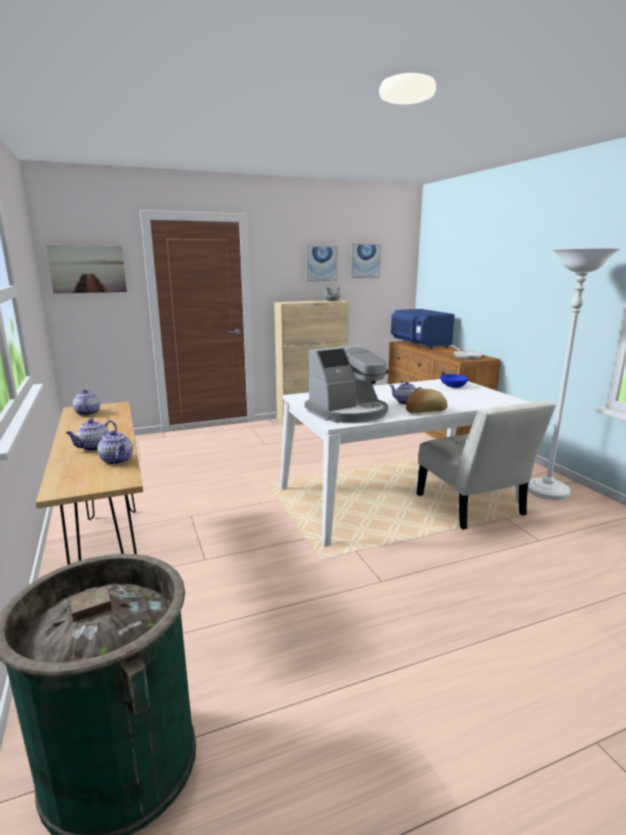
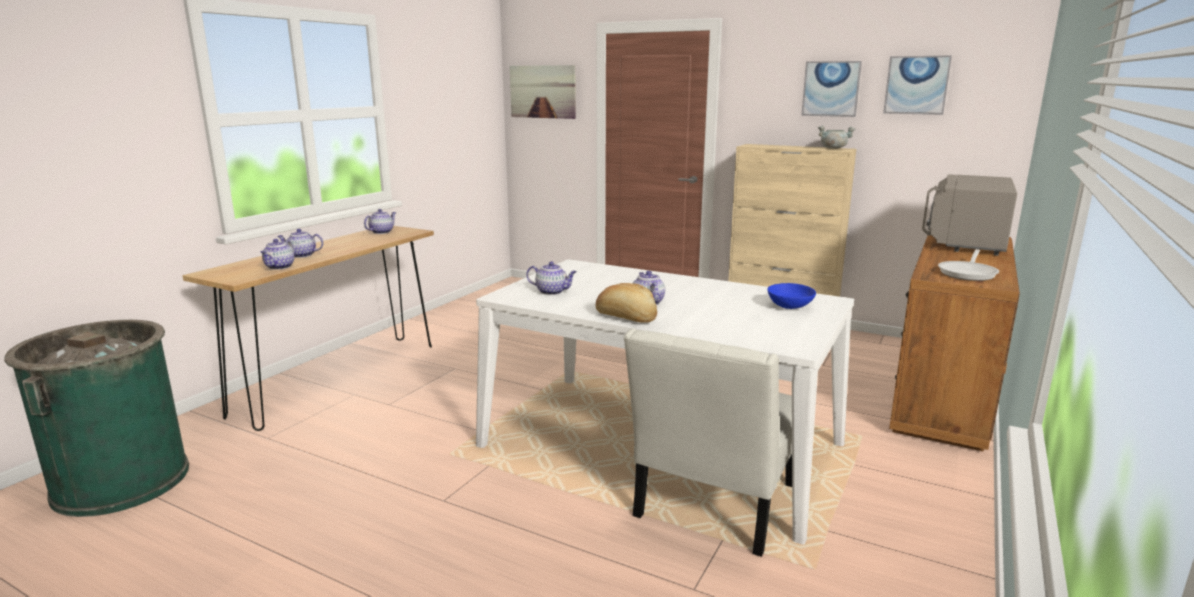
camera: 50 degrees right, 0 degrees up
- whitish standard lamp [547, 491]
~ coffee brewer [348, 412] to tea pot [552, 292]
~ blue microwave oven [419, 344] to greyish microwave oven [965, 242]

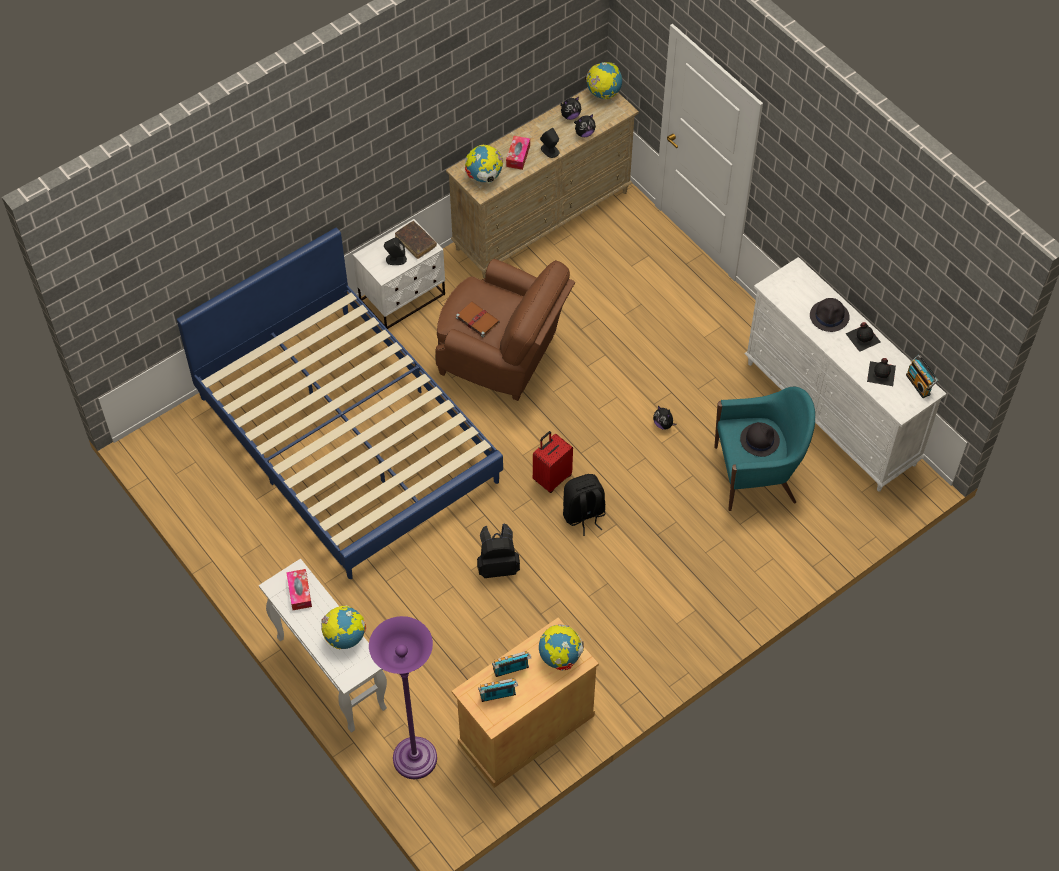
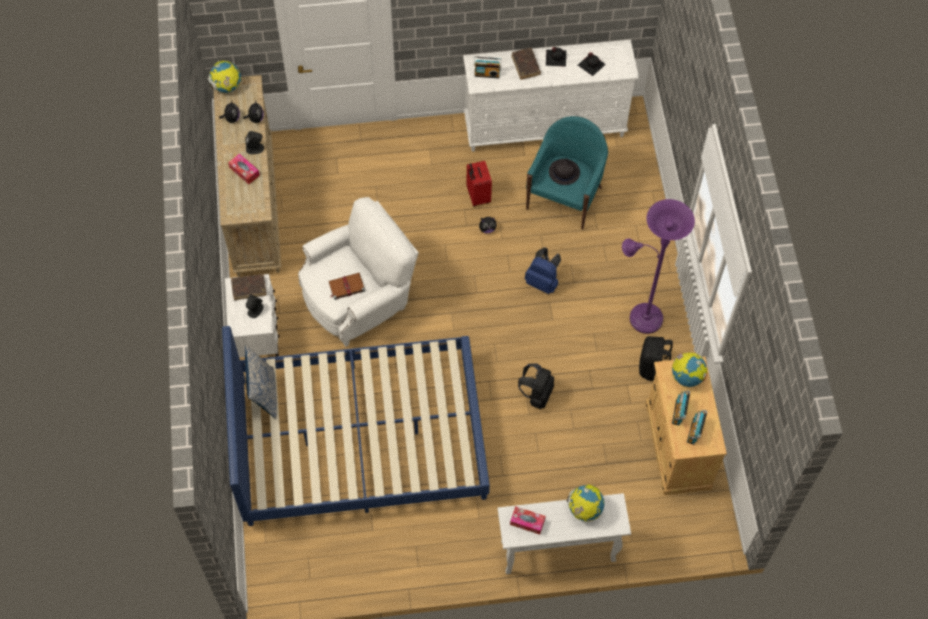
camera: 60 degrees left, 5 degrees up
- world globe [484, 177]
+ pillow [264, 394]
+ blue rucksack [543, 282]
~ purplish standard lamp [415, 752] to [641, 316]
~ red-coloured piece of luggage [552, 478] to [477, 196]
~ black-coloured rucksack [583, 515] to [652, 367]
~ radio [919, 384] to [487, 73]
~ black-coloured clothing hat [829, 316] to brown-coloured book [525, 66]
~ brown-coloured easy chair [503, 356] to whitish easy chair [359, 297]

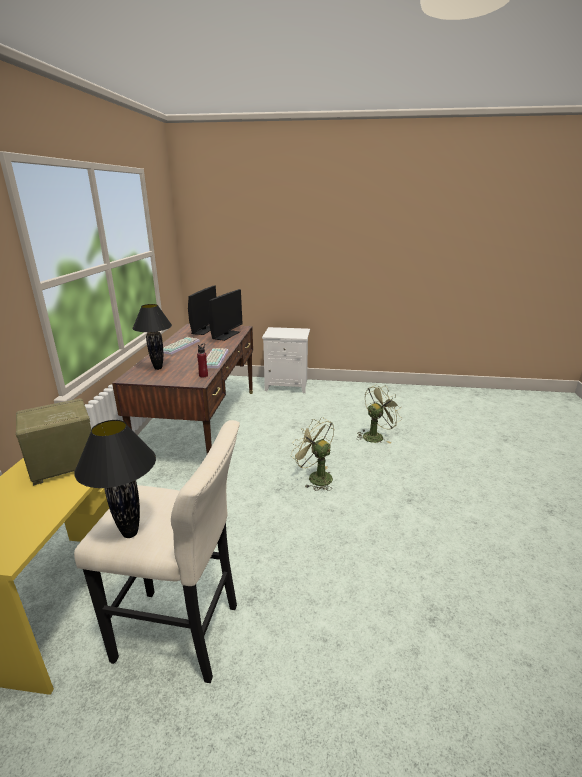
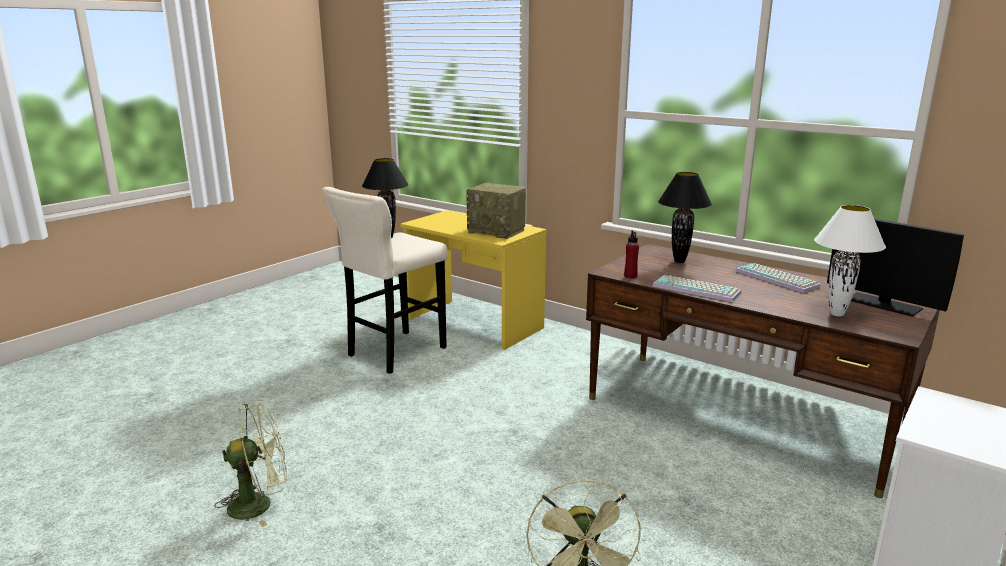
camera: 120 degrees right, 5 degrees down
~ green-coloured electric fan [315, 477] to [260, 504]
~ computer display [226, 335] to whitish lamp for a table [837, 314]
~ radio [63, 465] = [497, 231] 120 degrees clockwise

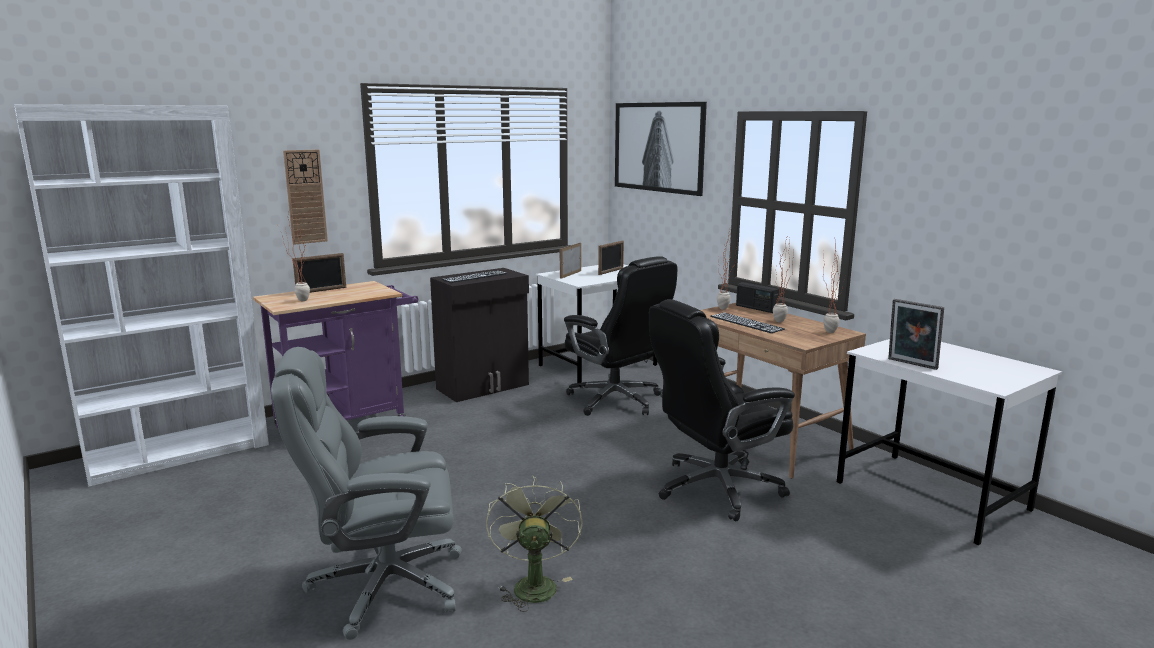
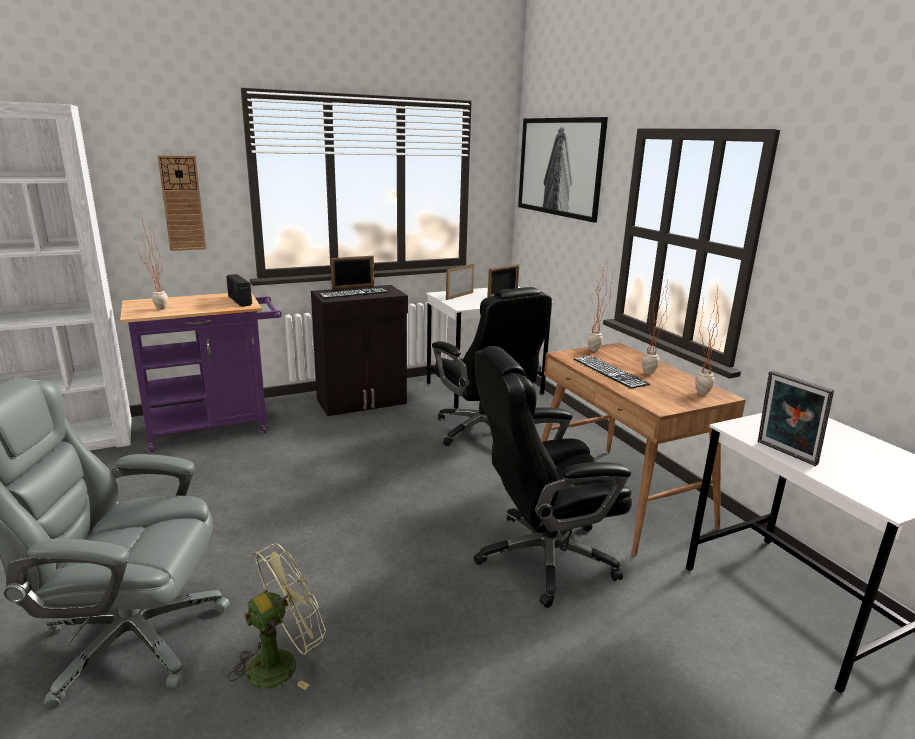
camera: 10 degrees right, 5 degrees up
~ standing frame [321, 290] to [353, 288]
~ radio [756, 308] to [239, 301]
~ green-coloured electric fan [533, 584] = [282, 662] 45 degrees clockwise

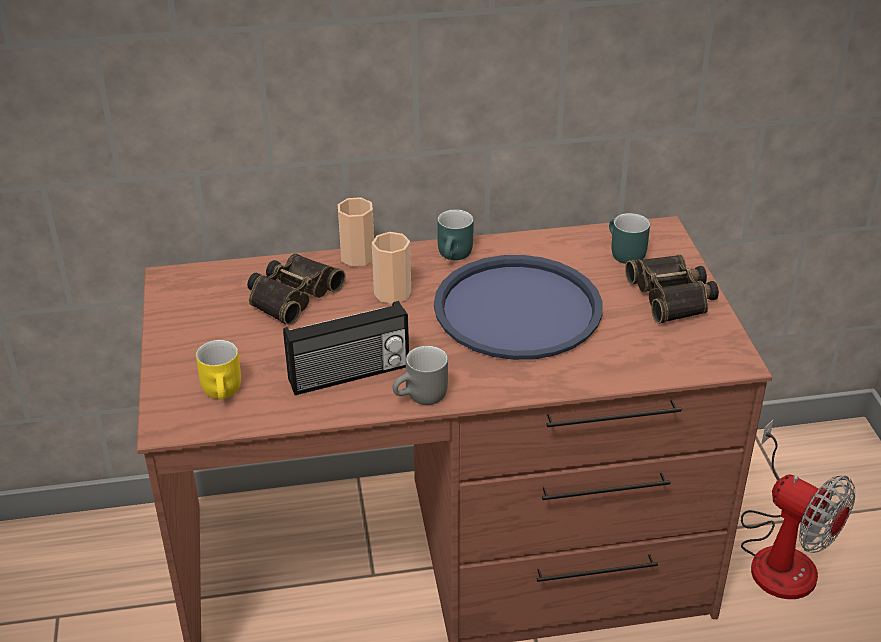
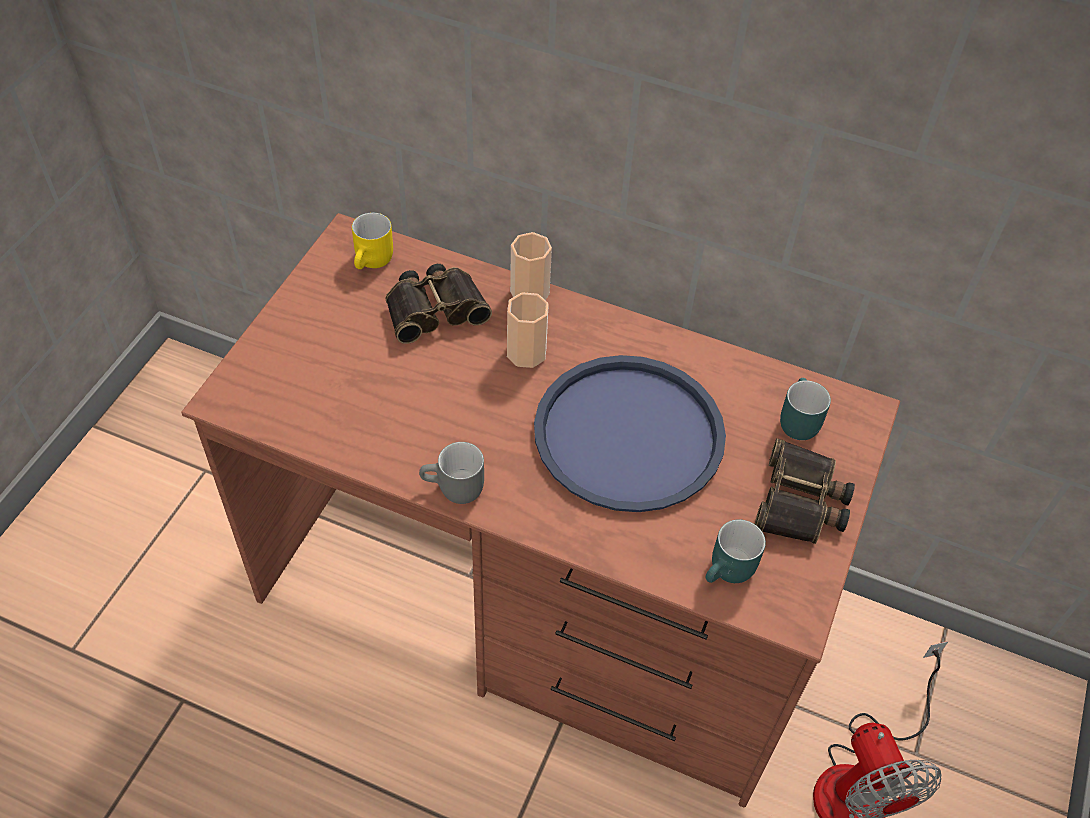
camera: 30 degrees right, 15 degrees up
- radio [350, 375]
~ yellow-coloured tea mug [225, 391] to [374, 262]
~ turquoise tea mug [456, 255] to [730, 573]

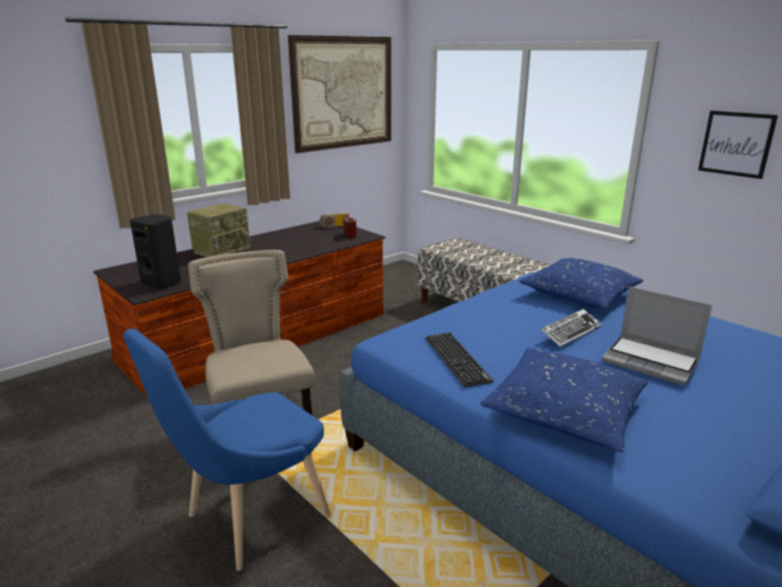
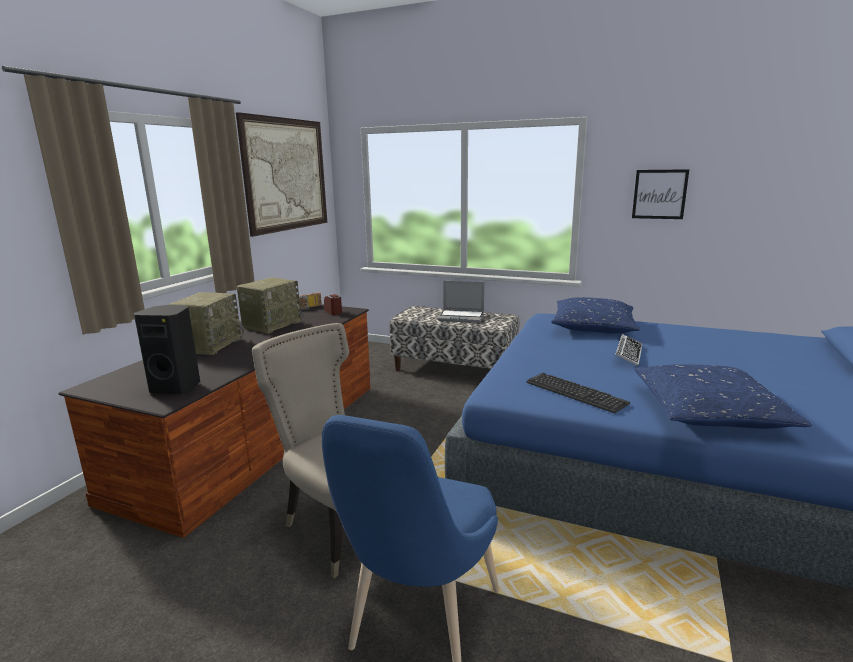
camera: 25 degrees left, 5 degrees down
+ radio [272, 325]
~ laptop [652, 361] to [462, 317]

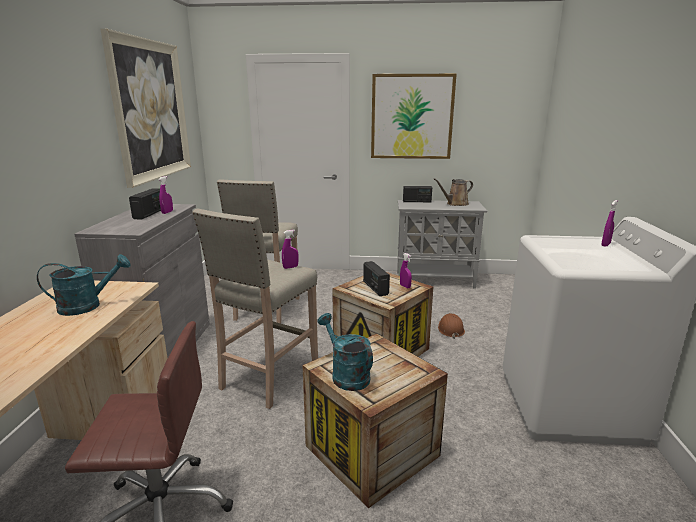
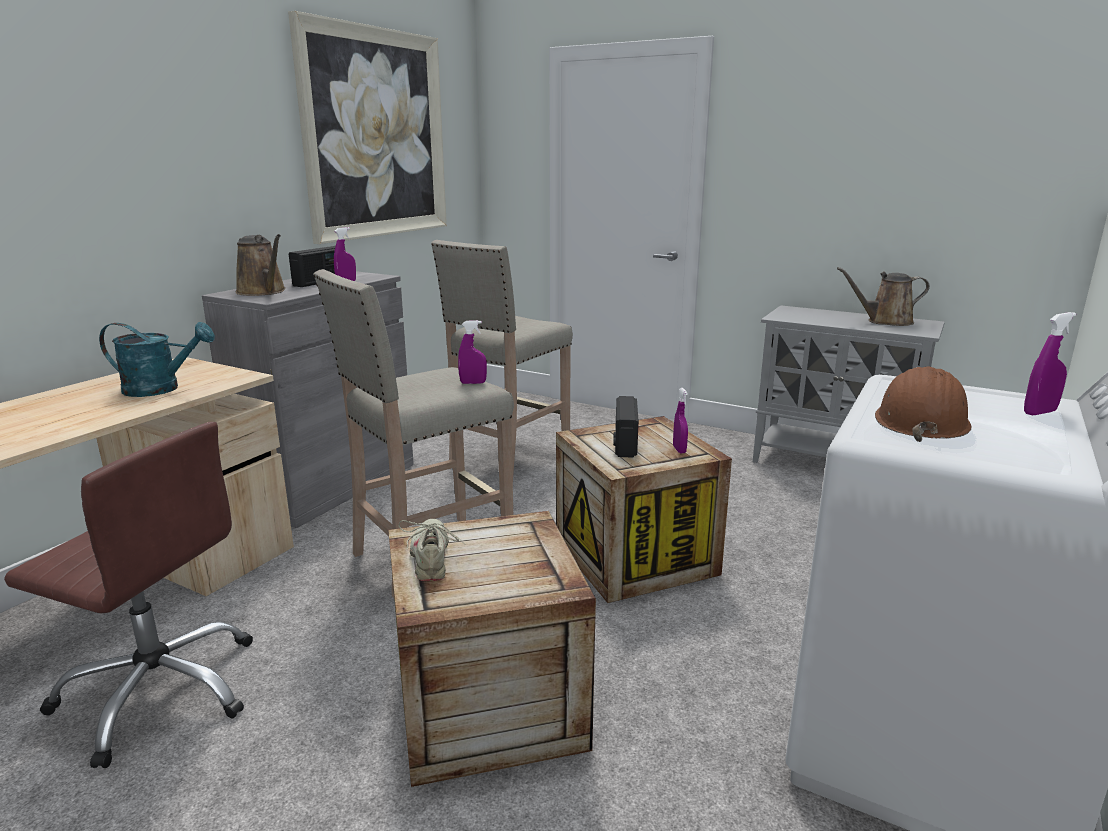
camera: 25 degrees right, 0 degrees up
- wall art [412, 117]
- radio [417, 201]
+ brown-coloured watering pot [263, 292]
~ brown-coloured safety helmet [450, 329] to [920, 421]
~ turquoise watering pot [346, 375] to beige shoe [432, 558]

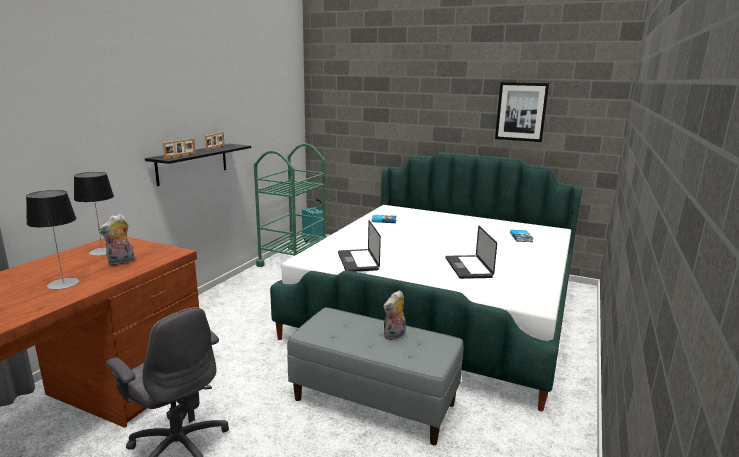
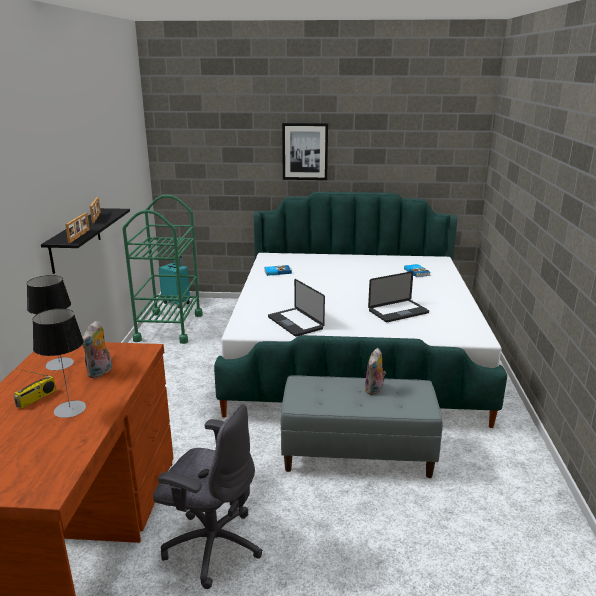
camera: 20 degrees left, 5 degrees up
+ radio [36, 399]
~ wall art [521, 111] to [305, 151]
~ laptop [468, 268] = [398, 312] 90 degrees counterclockwise

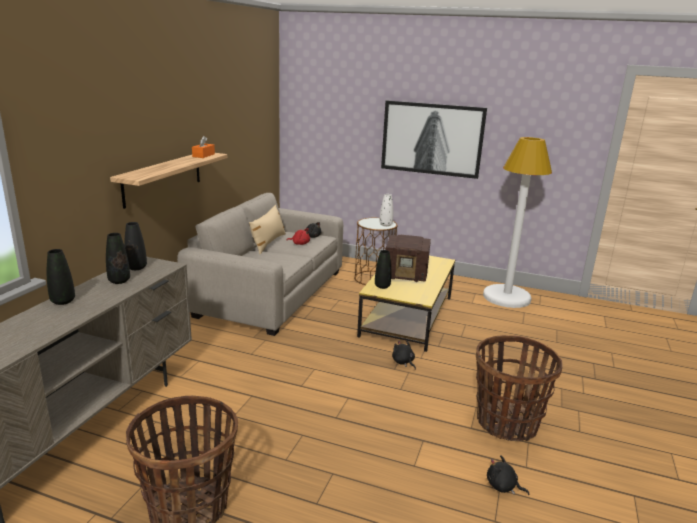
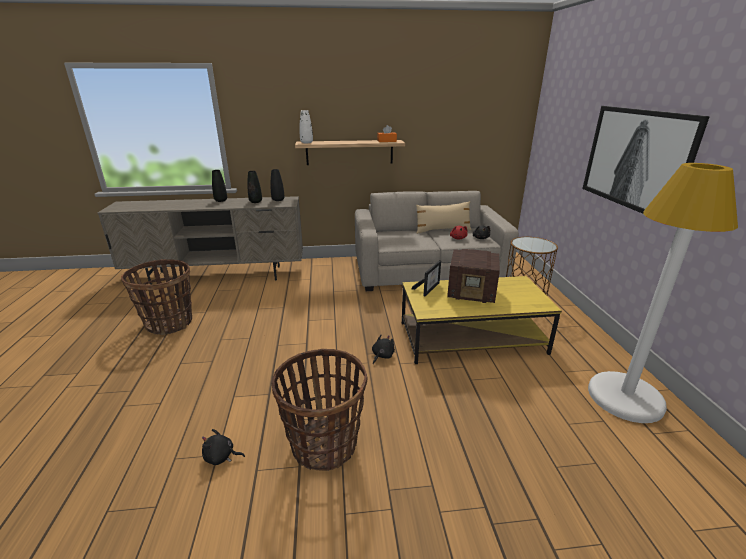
camera: 65 degrees right, 5 degrees up
~ whitish flower vase [385, 225] to [306, 142]
~ black-coloured flower vase [382, 286] to standing frame [428, 288]
~ radio [407, 275] = [472, 293] 60 degrees counterclockwise
~ black-coloured soft toy [503, 486] = [221, 457] 90 degrees counterclockwise

